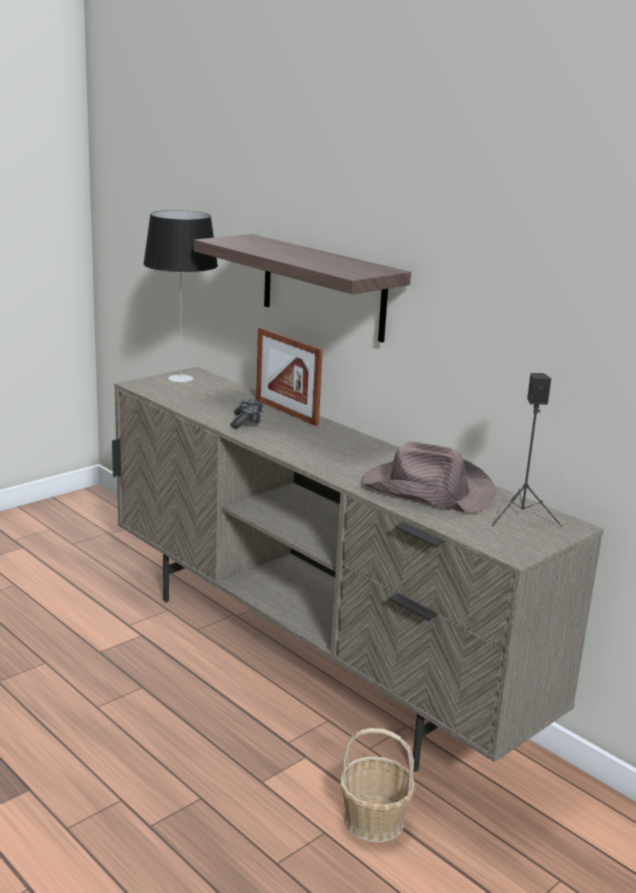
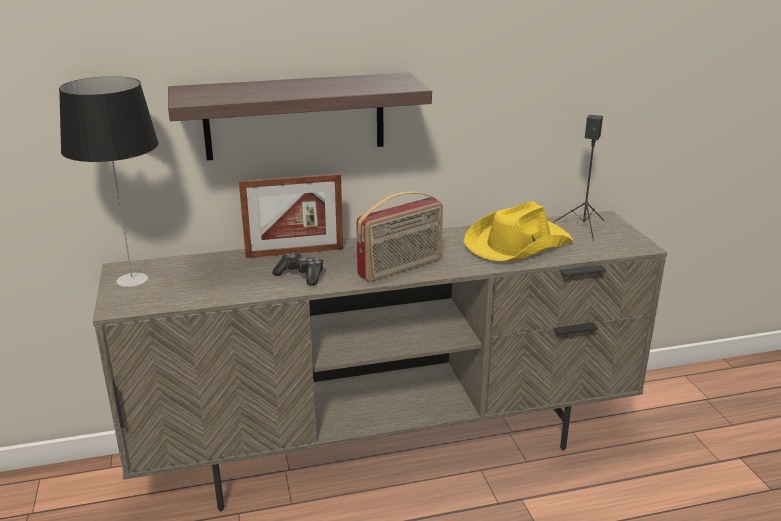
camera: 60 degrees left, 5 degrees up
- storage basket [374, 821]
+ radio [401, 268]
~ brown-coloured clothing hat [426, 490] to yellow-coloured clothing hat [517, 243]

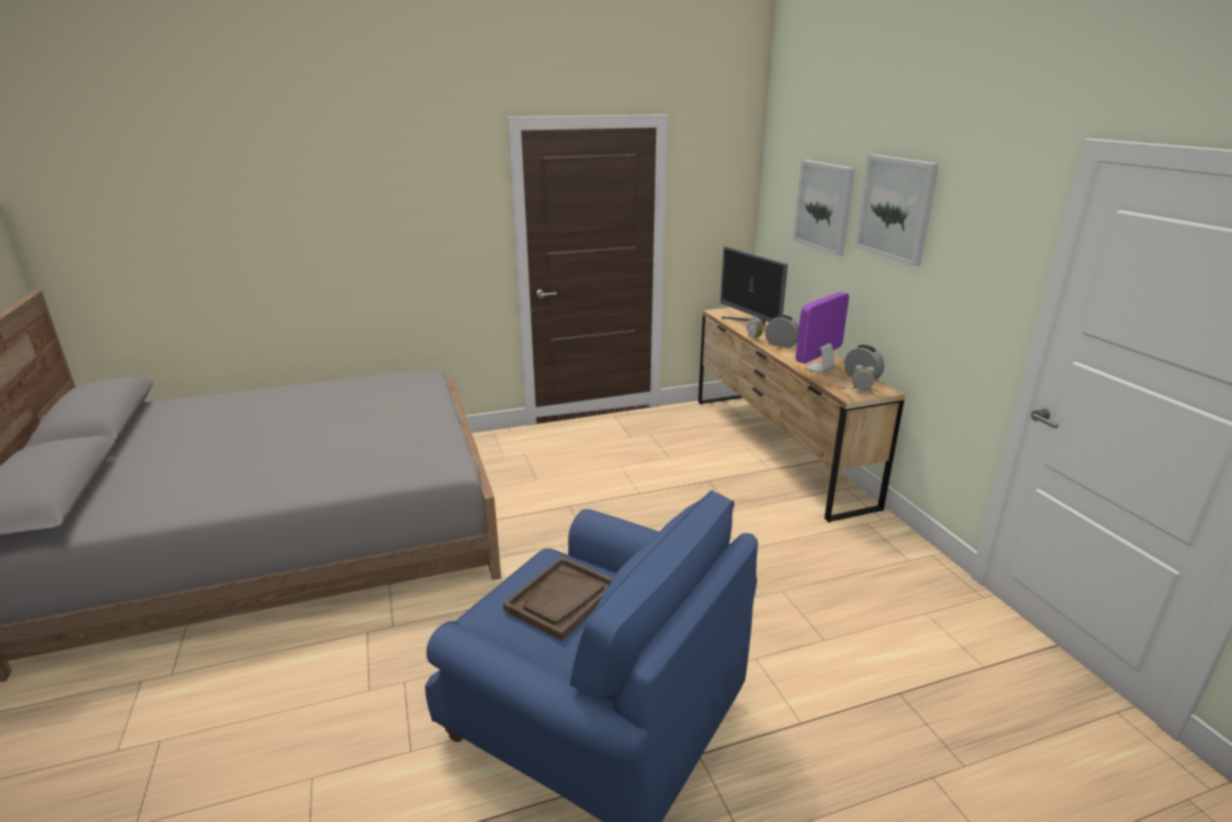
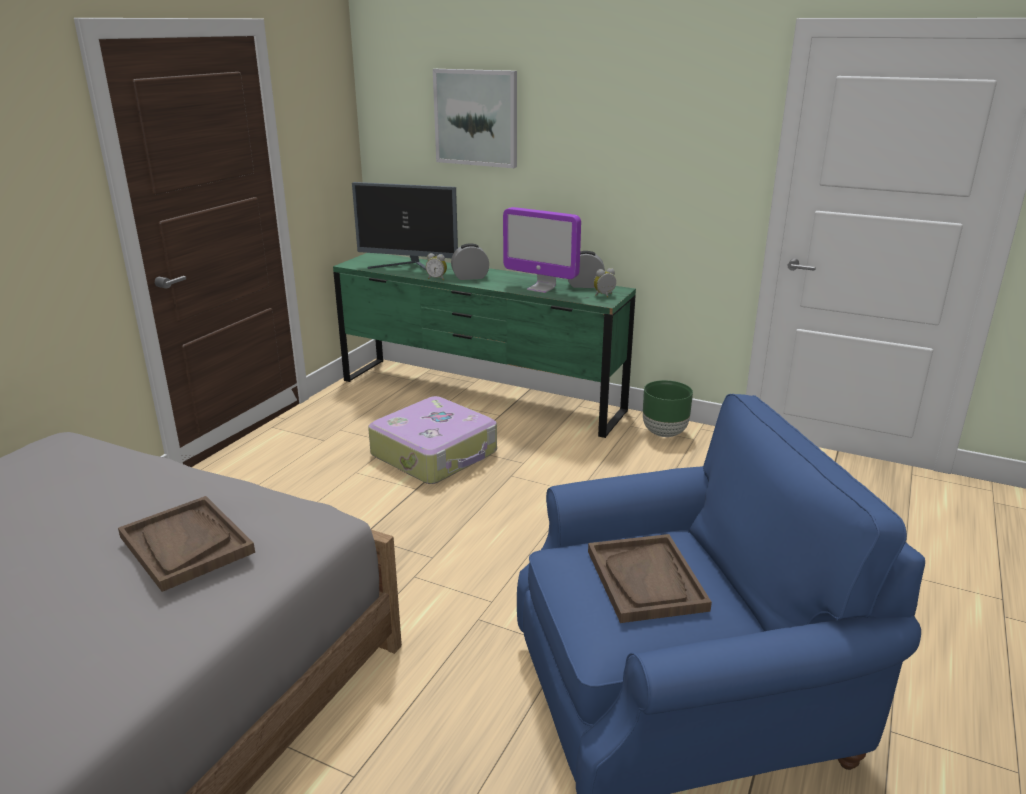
camera: 45 degrees left, 0 degrees up
- wall art [896, 208]
+ brown-coloured tray [186, 544]
+ piece of luggage [436, 454]
+ green-coloured flower pot [665, 433]
~ brown-coloured chest of drawers [776, 448] to green-coloured chest of drawers [479, 395]
~ computer display [819, 369] = [541, 288] 60 degrees counterclockwise

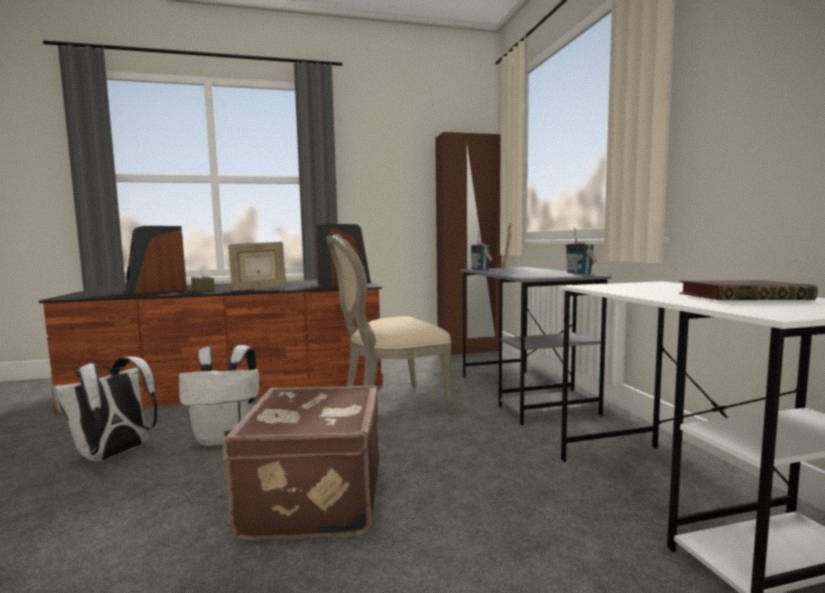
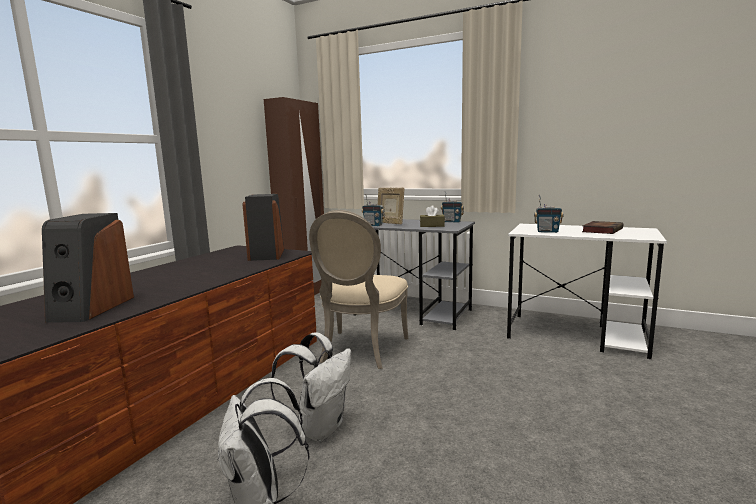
camera: 50 degrees left, 5 degrees up
- brown-coloured piece of luggage [311, 498]
- standing frame [259, 289]
+ radio [547, 232]
~ brown-coloured box of tissues [203, 290] to [432, 226]

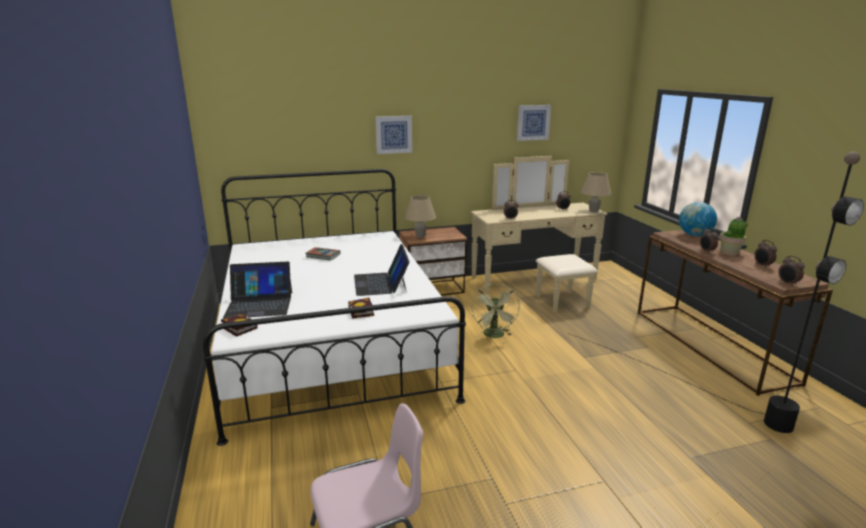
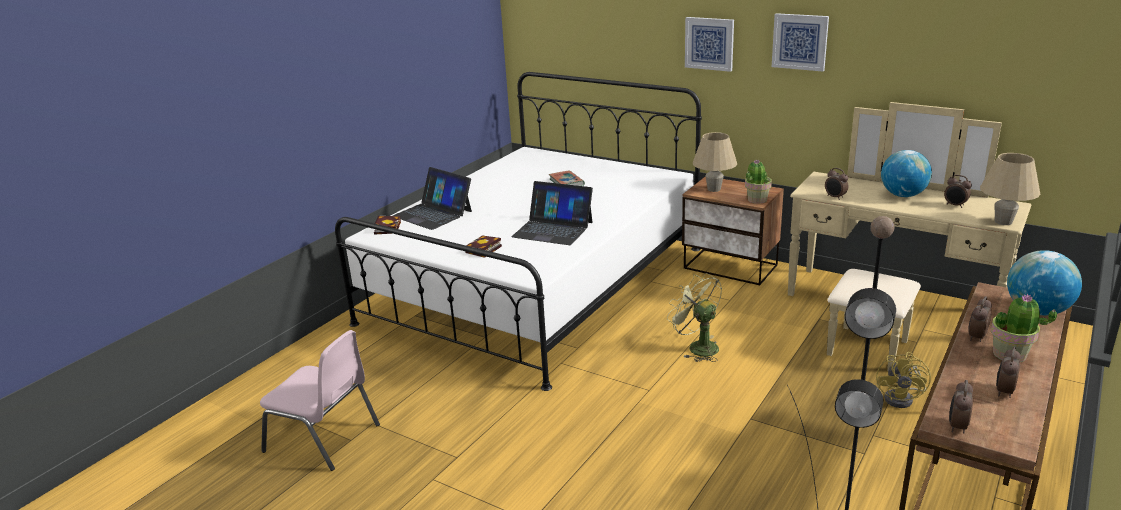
camera: 50 degrees right, 5 degrees up
+ plant in a pot [756, 200]
+ yellow-coloured electric fan [903, 398]
+ world globe [903, 195]
~ wall art [533, 122] to [800, 41]
~ laptop [381, 283] = [553, 229] 105 degrees counterclockwise
~ green-coloured electric fan [495, 336] = [697, 347] 90 degrees clockwise

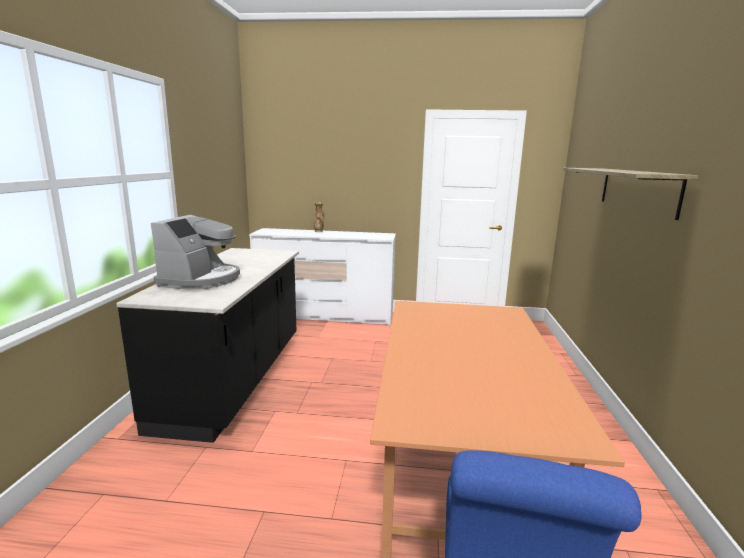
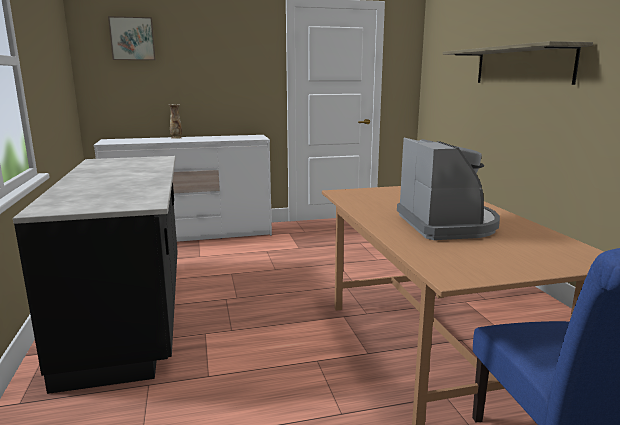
camera: 20 degrees left, 0 degrees up
+ wall art [132, 39]
~ coffee brewer [201, 280] to [447, 224]

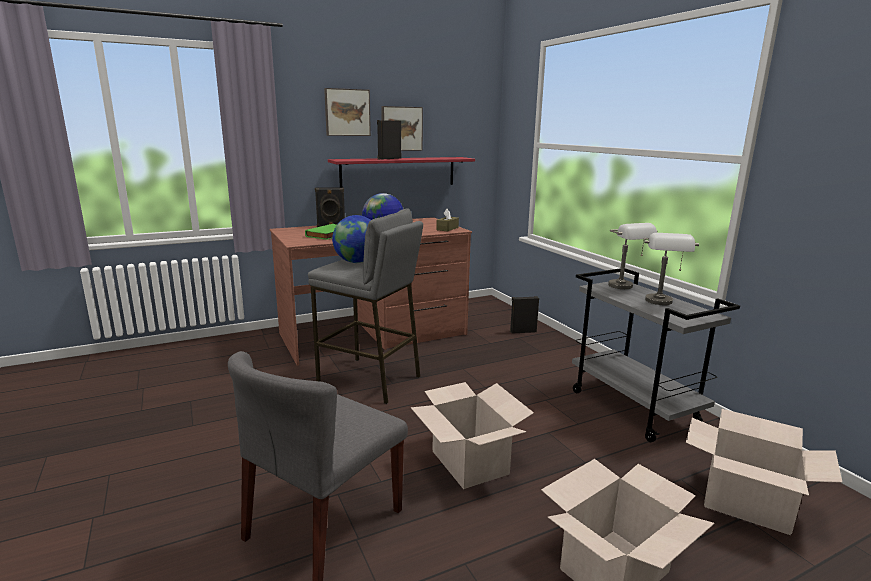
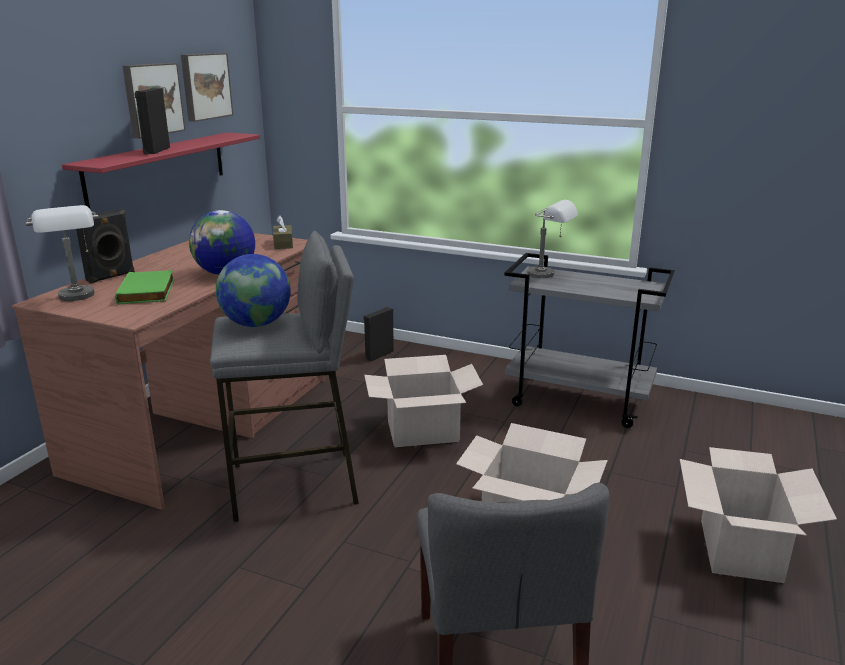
camera: 40 degrees left, 5 degrees up
~ wall art [347, 112] to [205, 86]
~ greyish lamp for a table [661, 304] to [79, 298]
~ cardboard box [747, 503] to [423, 431]

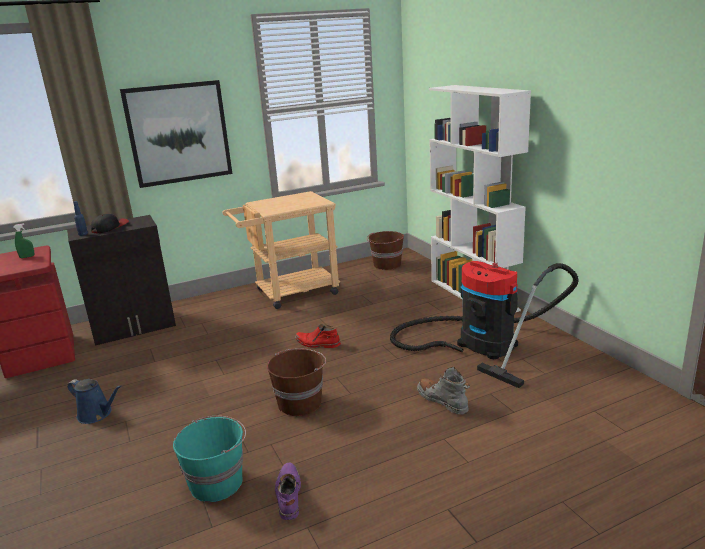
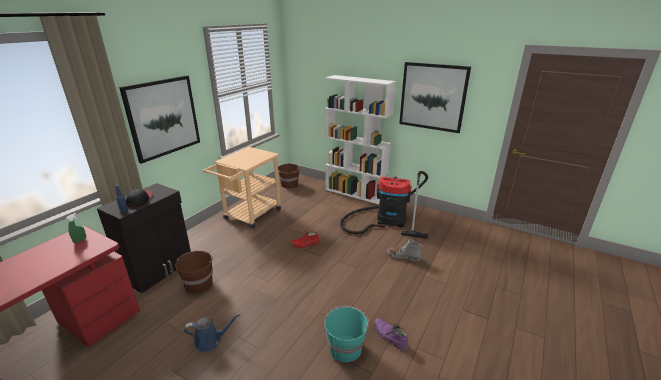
camera: 35 degrees left, 5 degrees up
+ wall art [432, 97]
~ brown-coloured pail [300, 402] to [199, 284]

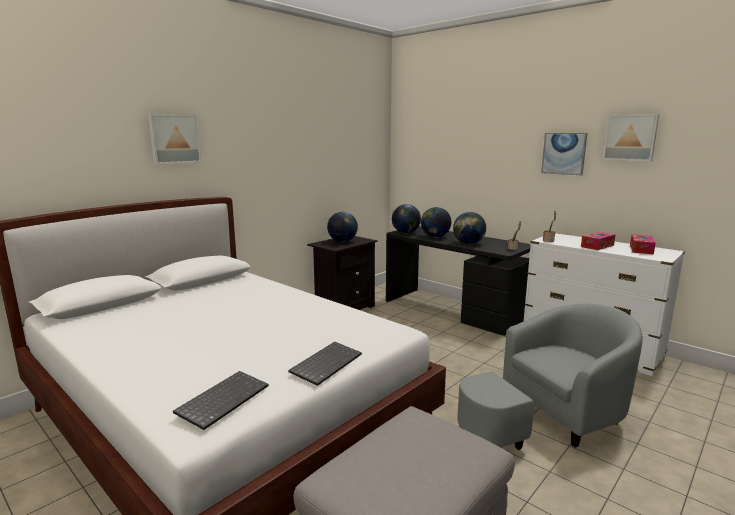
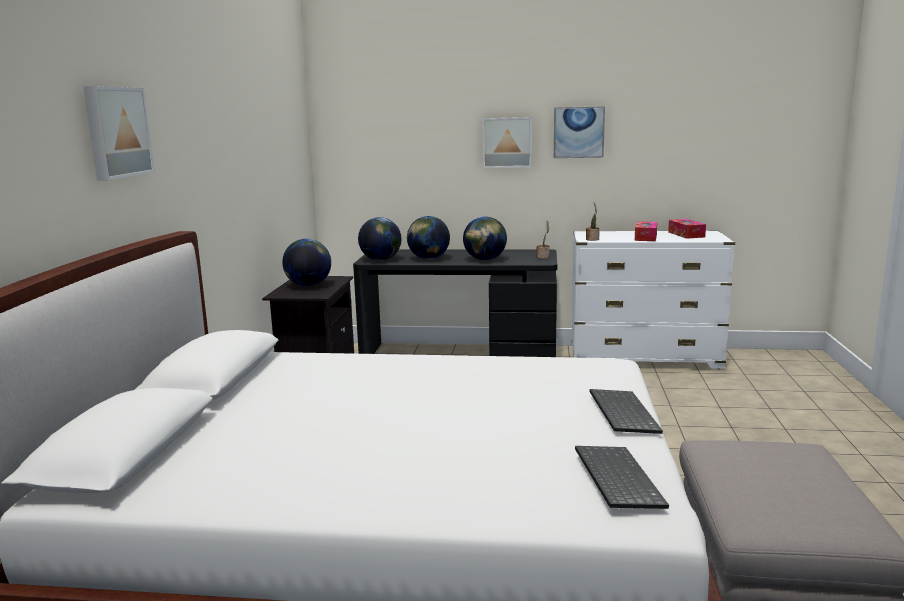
camera: 35 degrees left, 0 degrees up
- greyish easy chair [549, 419]
~ wall art [630, 137] to [507, 142]

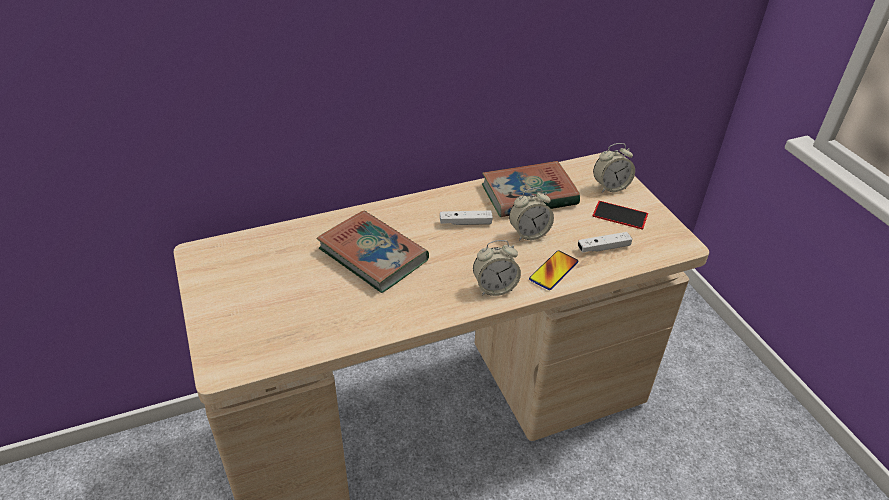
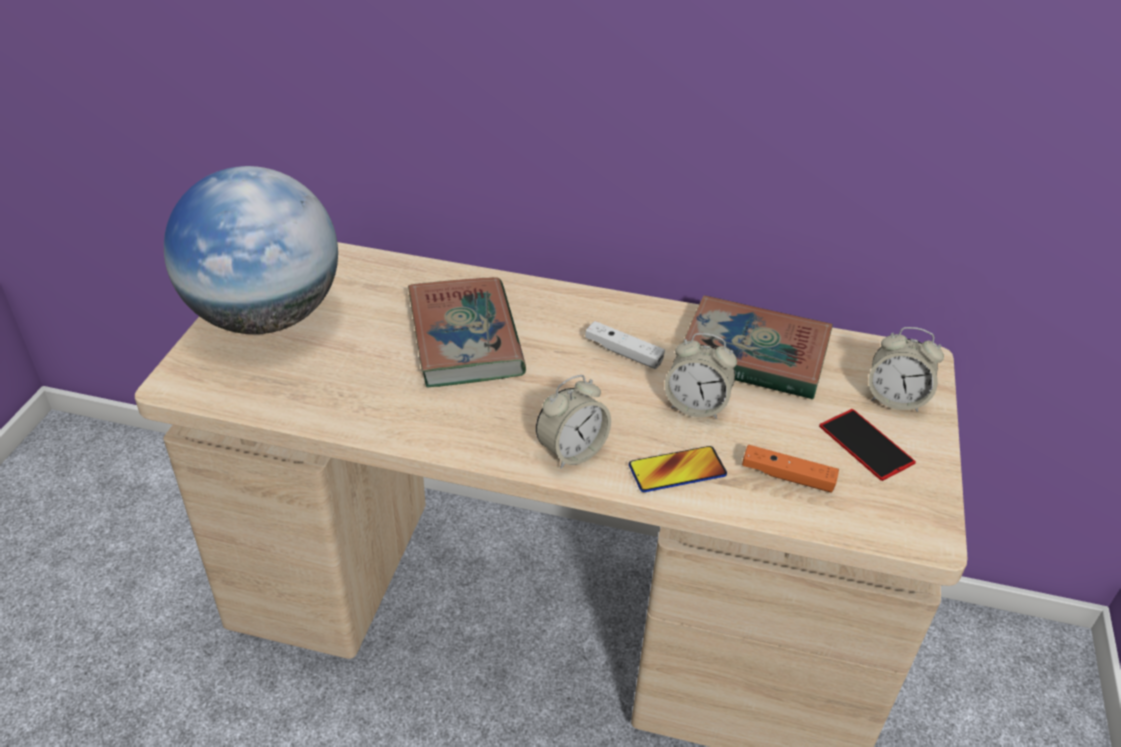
camera: 35 degrees right, 0 degrees up
+ world globe [266, 316]
~ whitish game controller [603, 248] to orangey game controller [787, 476]
~ bedside clock [494, 287] = [571, 451] 60 degrees counterclockwise

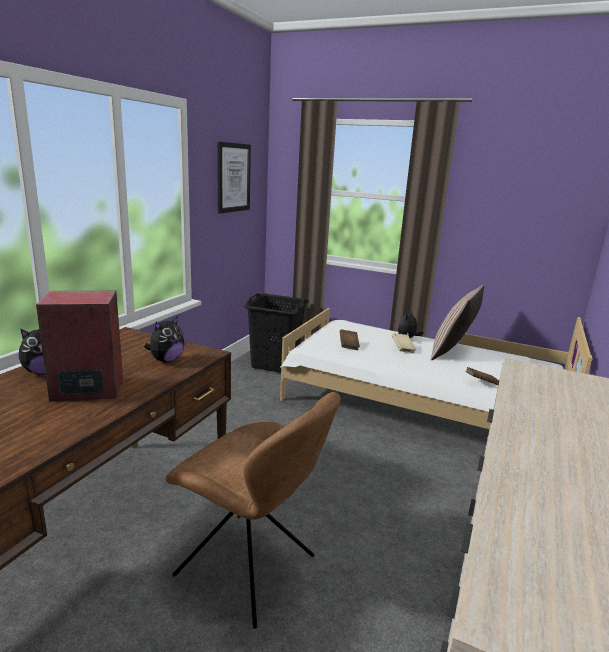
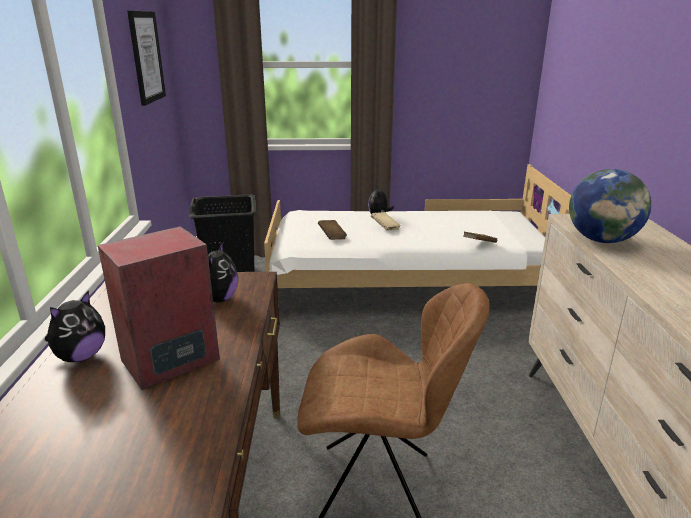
camera: 25 degrees left, 5 degrees up
- pillow [453, 352]
+ world globe [601, 240]

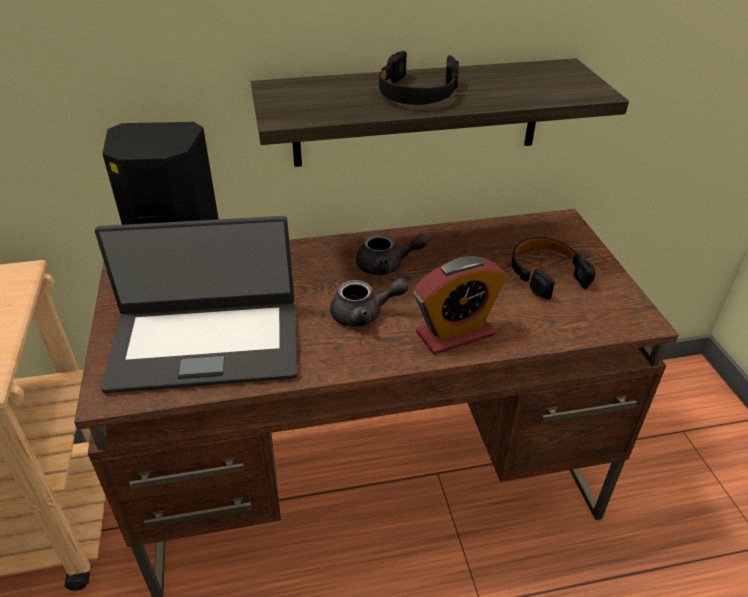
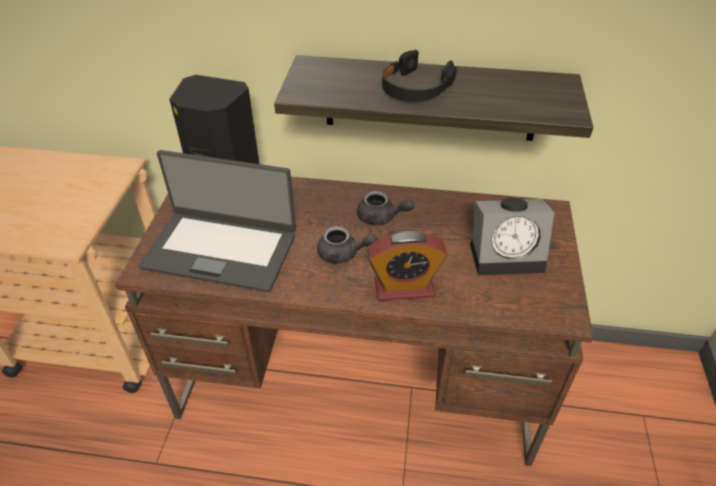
camera: 20 degrees right, 5 degrees up
~ black-coloured headset [546, 273] to bedside clock [508, 255]

